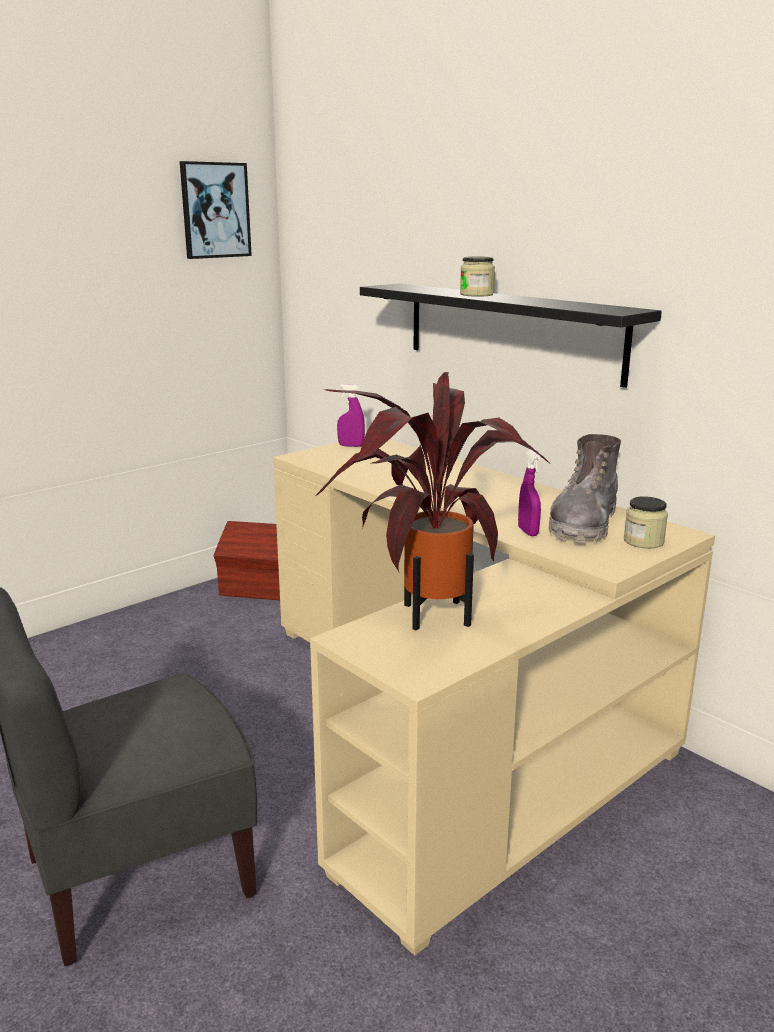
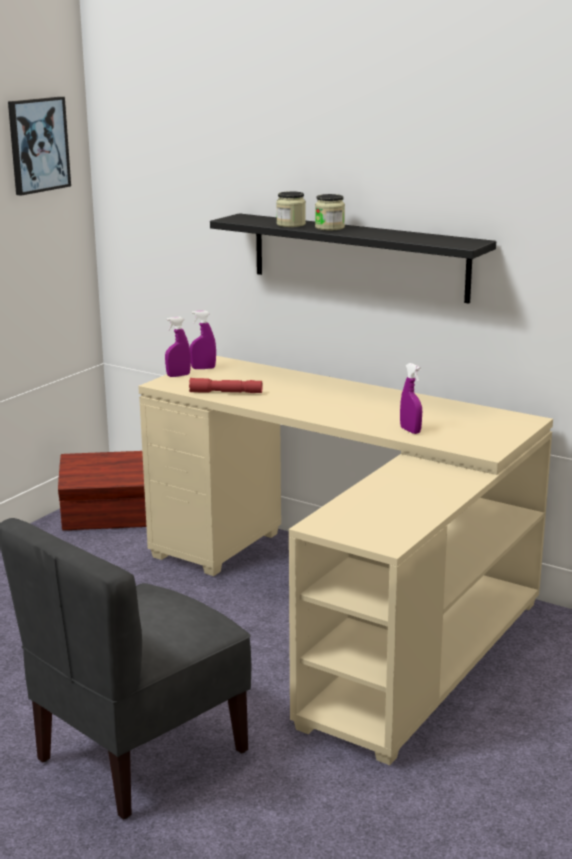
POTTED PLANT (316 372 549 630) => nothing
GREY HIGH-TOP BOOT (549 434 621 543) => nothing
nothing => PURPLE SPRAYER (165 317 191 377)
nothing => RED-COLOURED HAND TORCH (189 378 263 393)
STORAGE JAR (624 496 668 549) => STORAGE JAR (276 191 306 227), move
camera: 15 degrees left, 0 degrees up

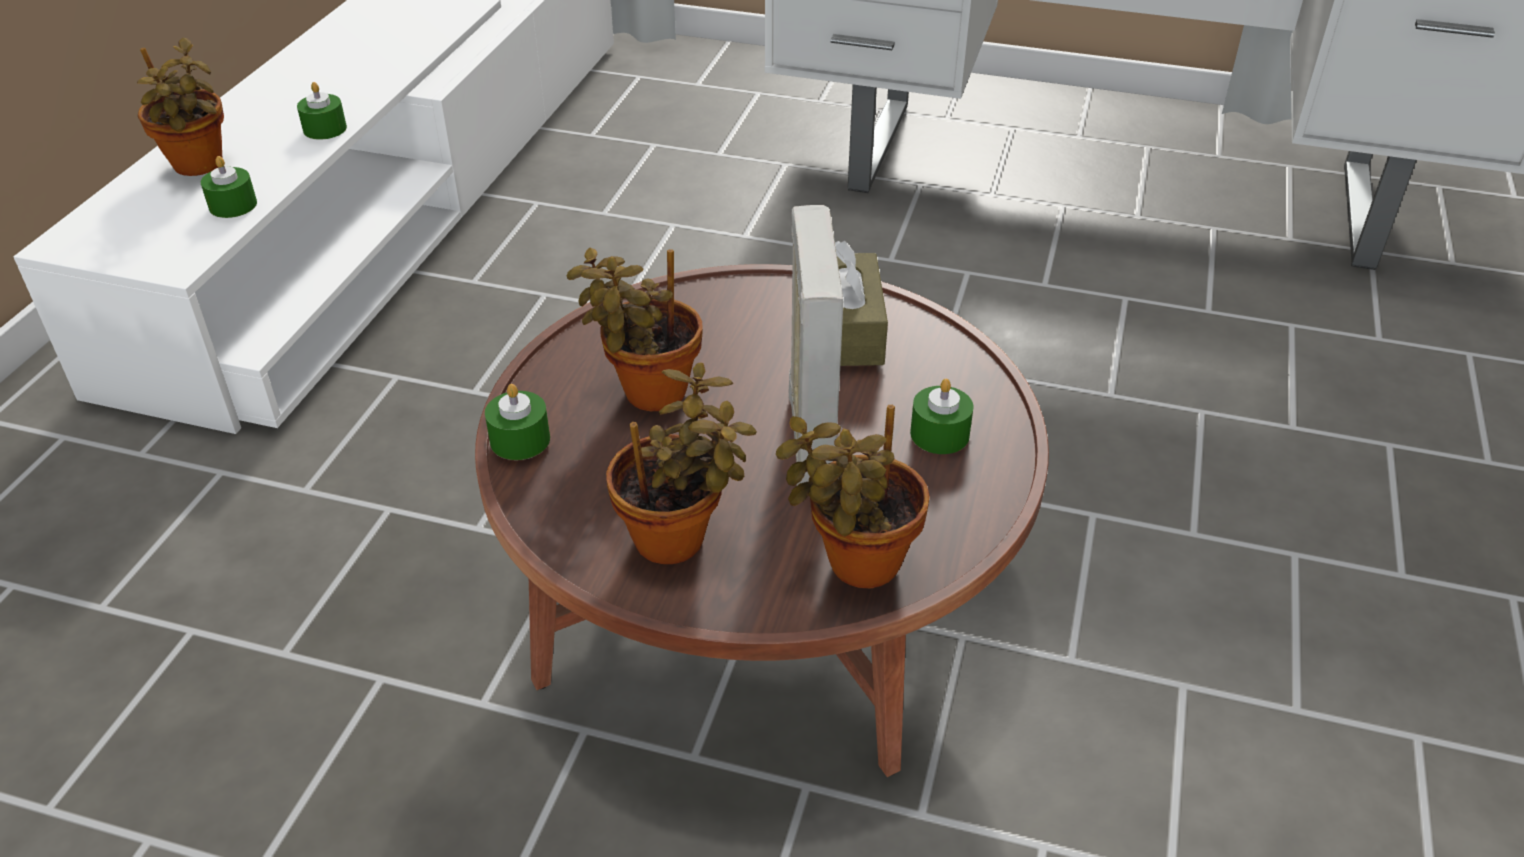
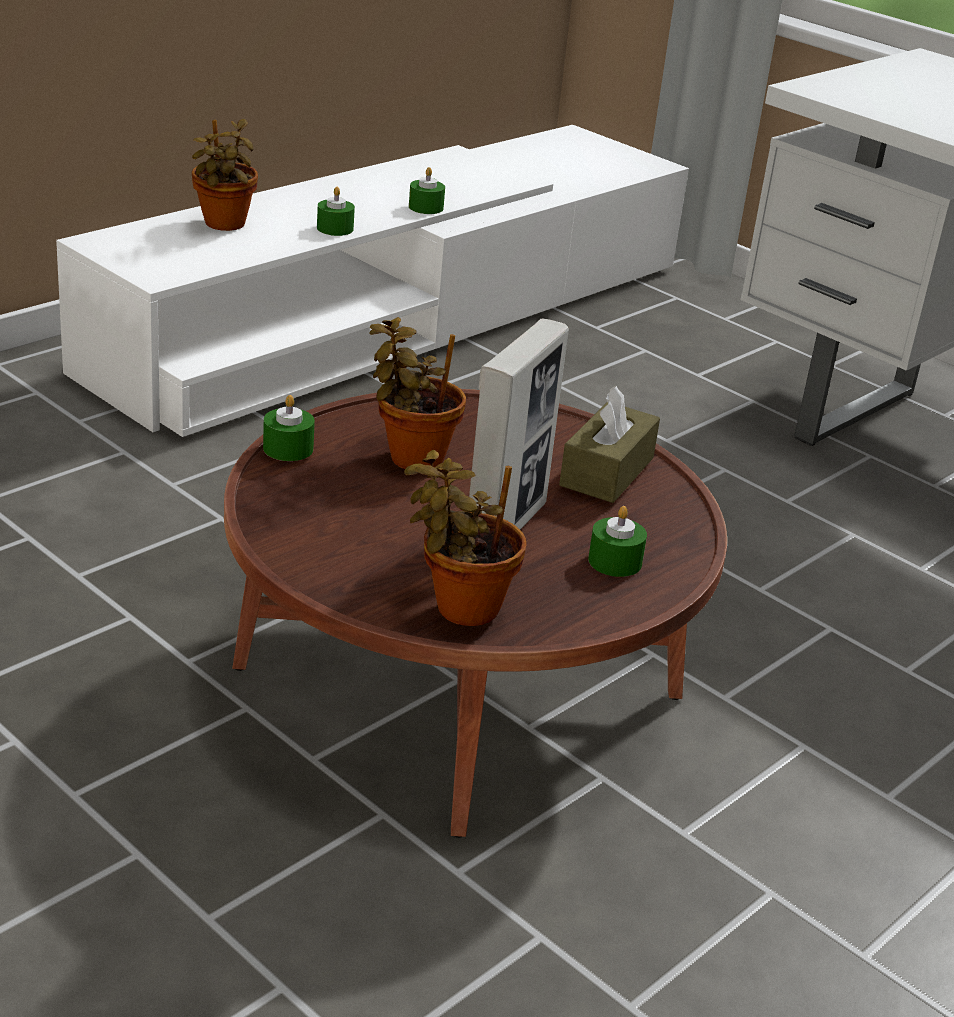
POTTED PLANT (606 362 757 564) => nothing
GREEN-COLOURED CANDLE (201 156 257 218) => GREEN-COLOURED CANDLE (409 167 445 214), move
camera: 25 degrees right, 10 degrees down

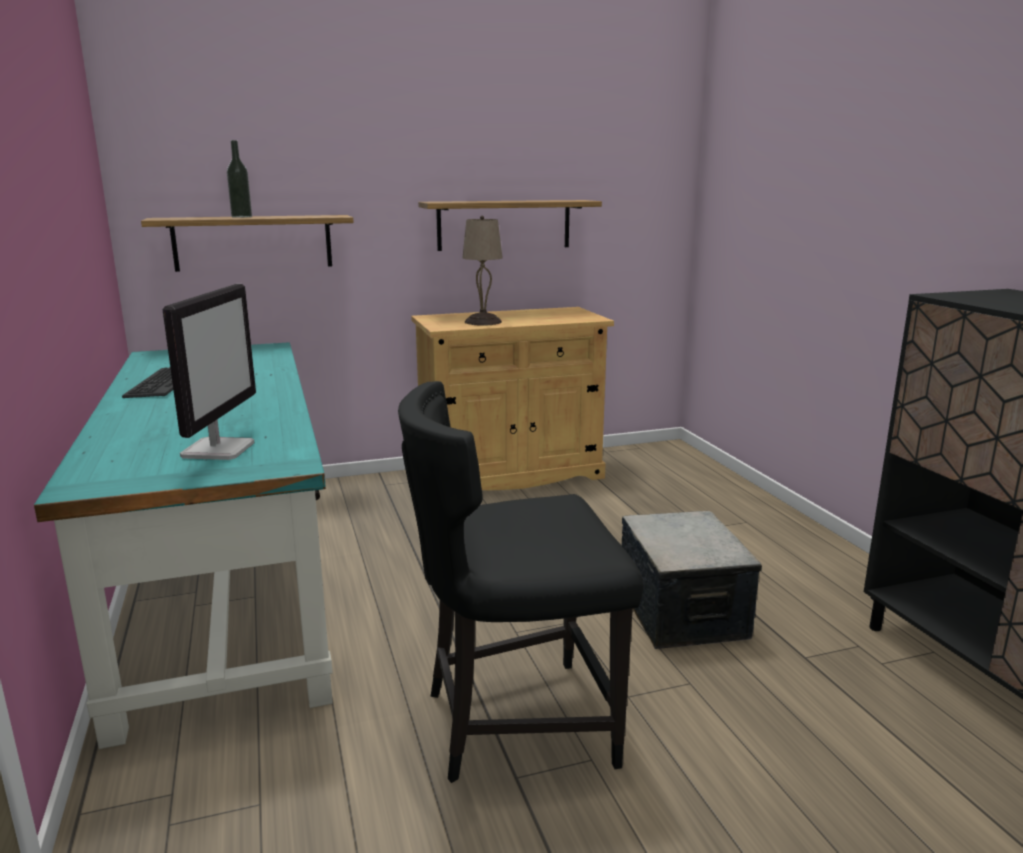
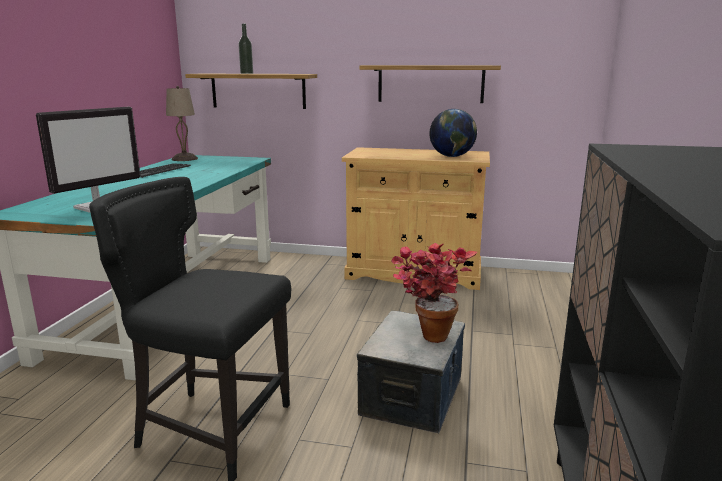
nothing => POTTED PLANT (391 243 478 343)
nothing => GLOBE (429 109 477 157)
BEIGE LAMP FOR A TABLE (462 216 503 326) => BEIGE LAMP FOR A TABLE (166 86 198 161), move
camera: 30 degrees right, 0 degrees up

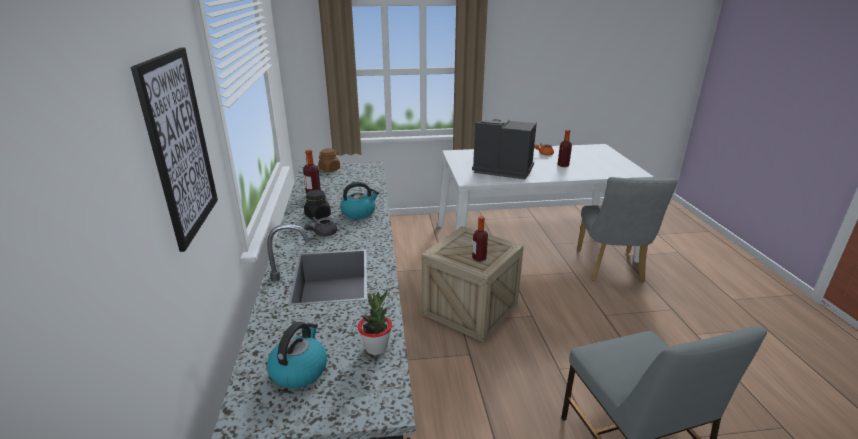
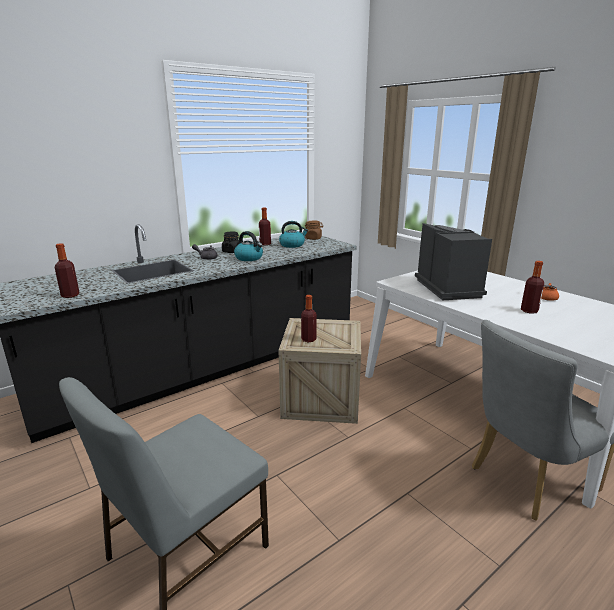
WALL ART (131 48 218 252) => nothing
WATER KETTLE (267 322 327 389) => WATER KETTLE (279 221 308 248), move
POTTED PLANT (358 290 392 355) => BOTTLE (55 243 80 298)
camera: 60 degrees right, 5 degrees down

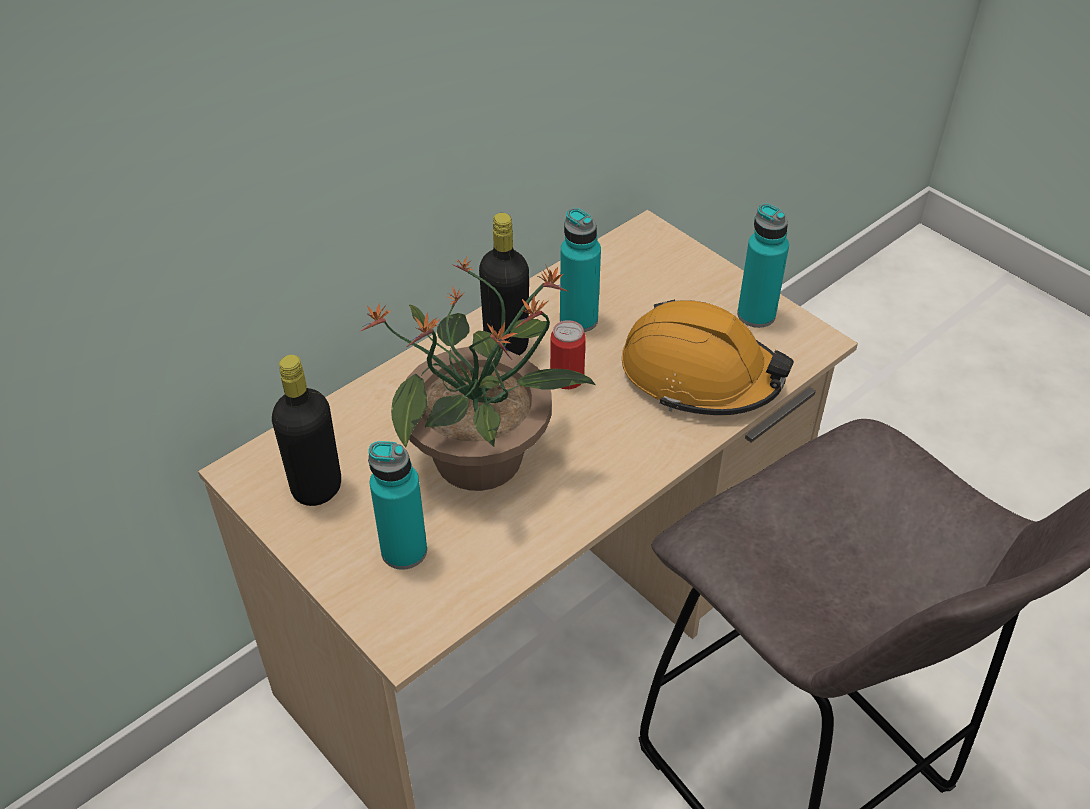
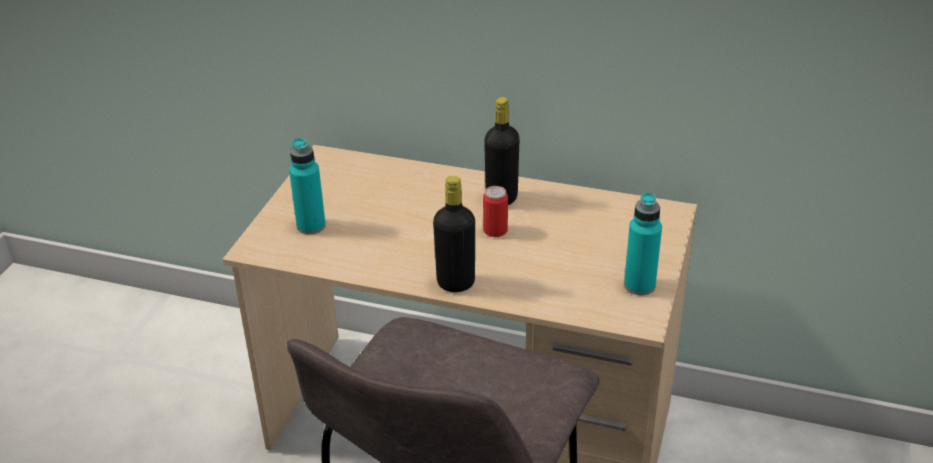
POTTED PLANT (360 257 596 491) => nothing
TURQUOISE-COLOURED BOTTLE (560 208 601 332) => nothing
ORANGE-COLOURED SAFETY HELMET (622 299 794 415) => nothing
BLACKISH BOTTLE (272 355 341 506) => BLACKISH BOTTLE (433 176 475 292), move
camera: 60 degrees right, 10 degrees down

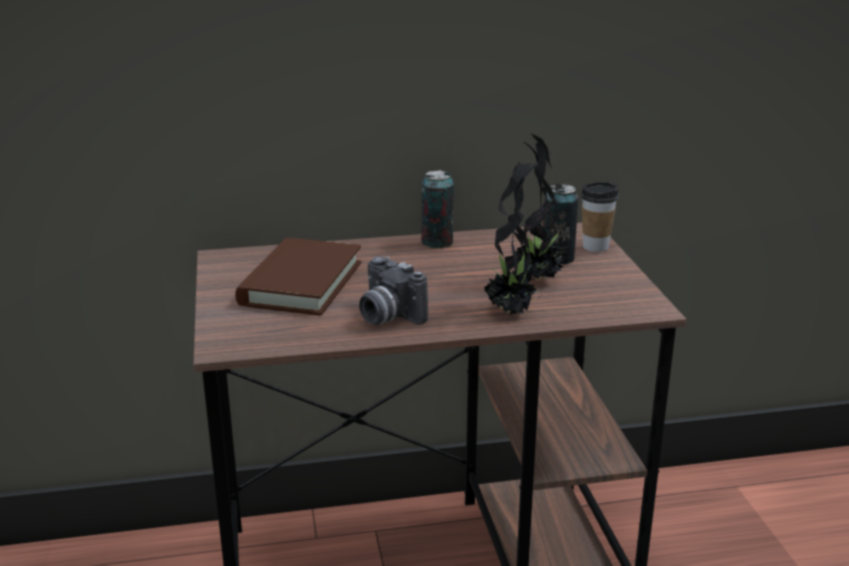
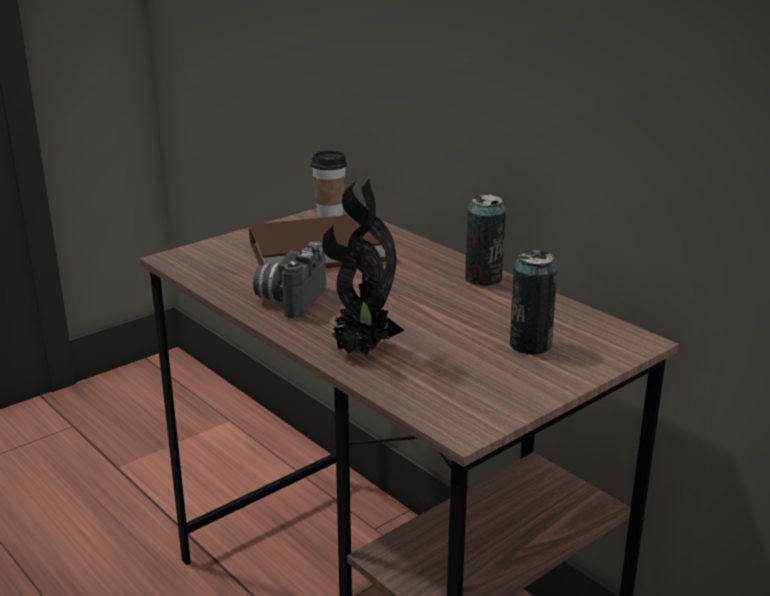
POTTED PLANT (516 133 563 281) => nothing
DRINKING CUP (581 182 619 252) => DRINKING CUP (311 150 347 218), move
camera: 60 degrees right, 0 degrees up

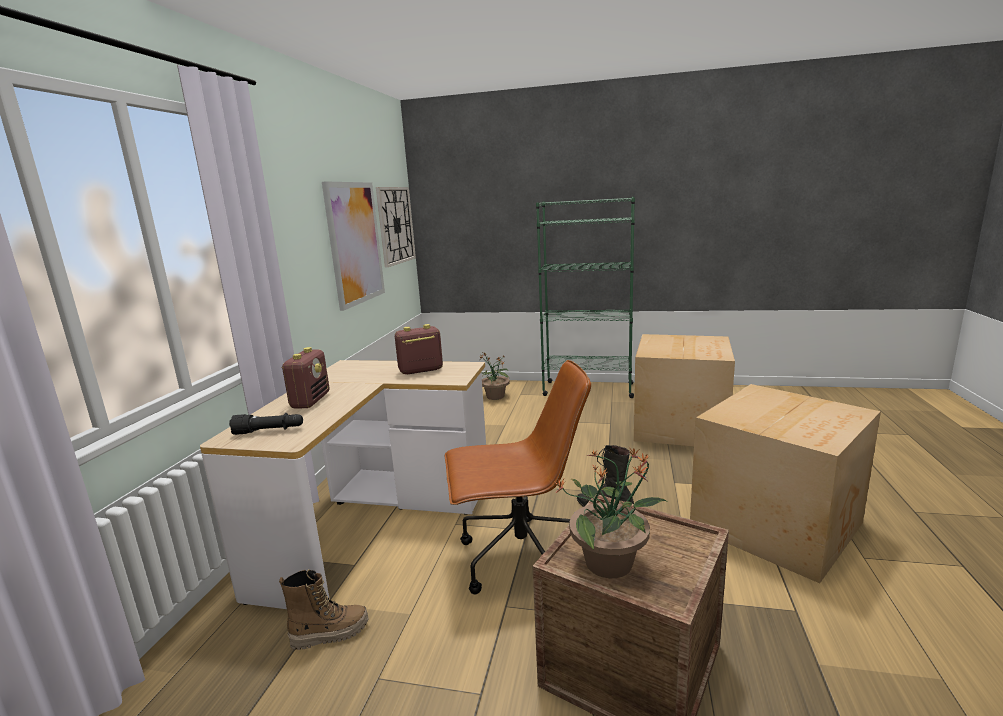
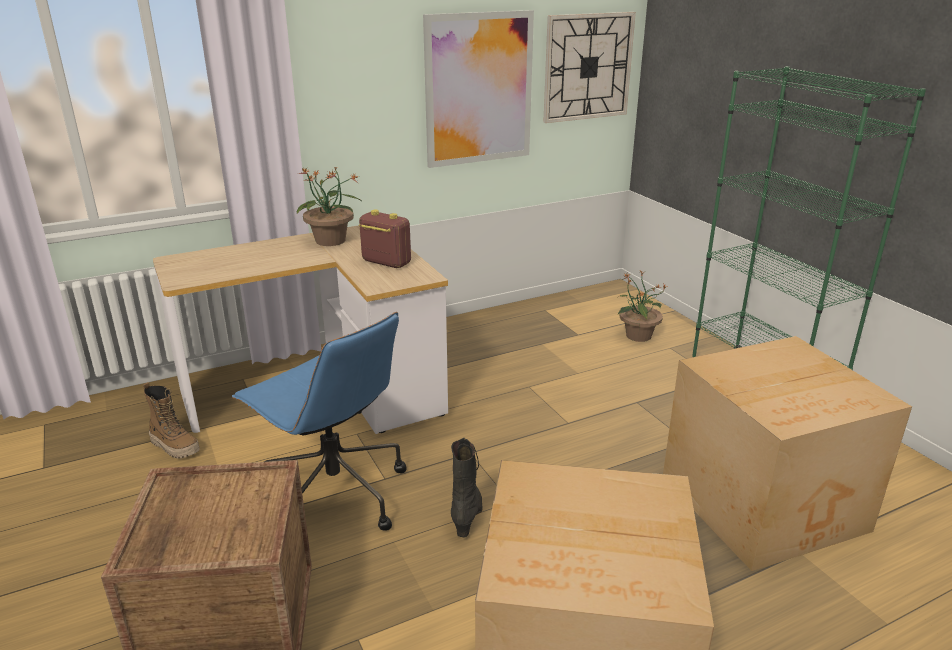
BLACKISH HAND TORCH (229 413 303 435) => nothing
RADIO RECEIVER (282 347 330 408) => nothing
POTTED PLANT (555 448 667 578) => POTTED PLANT (297 167 362 246), move
BROWNISH DESK CHAIR (445 360 591 595) => BLUISH DESK CHAIR (232 312 407 531)
camera: 50 degrees right, 10 degrees up

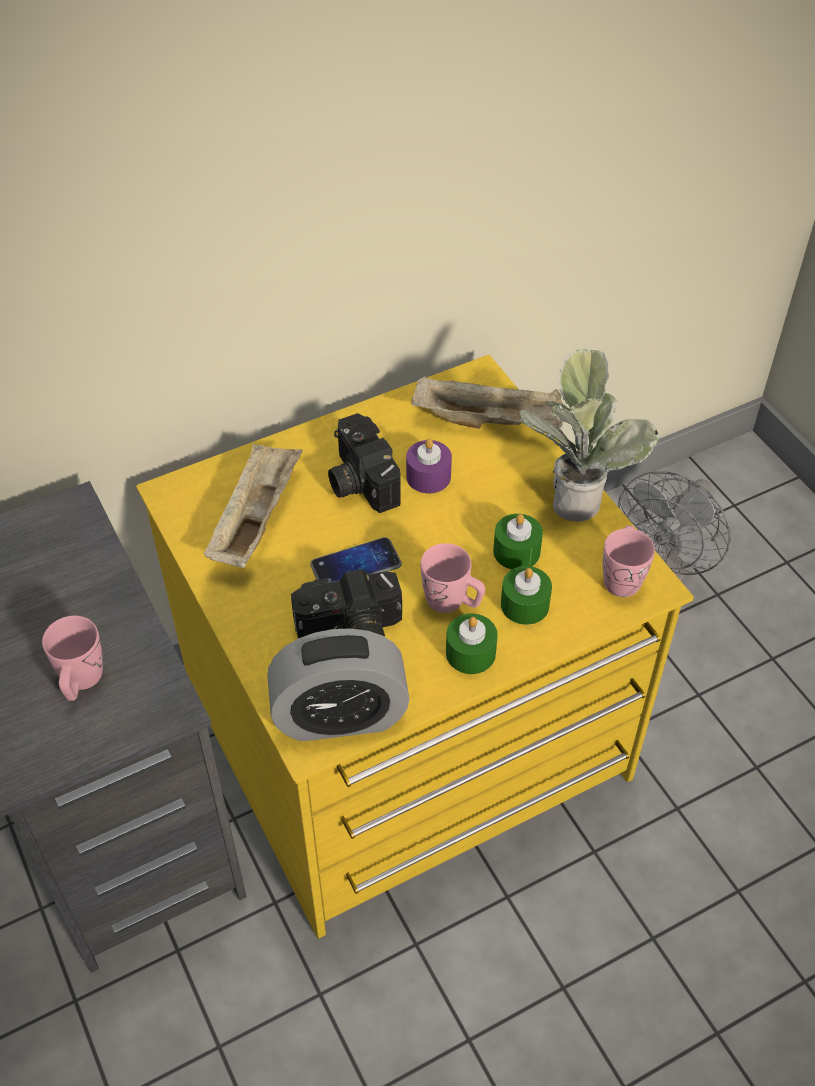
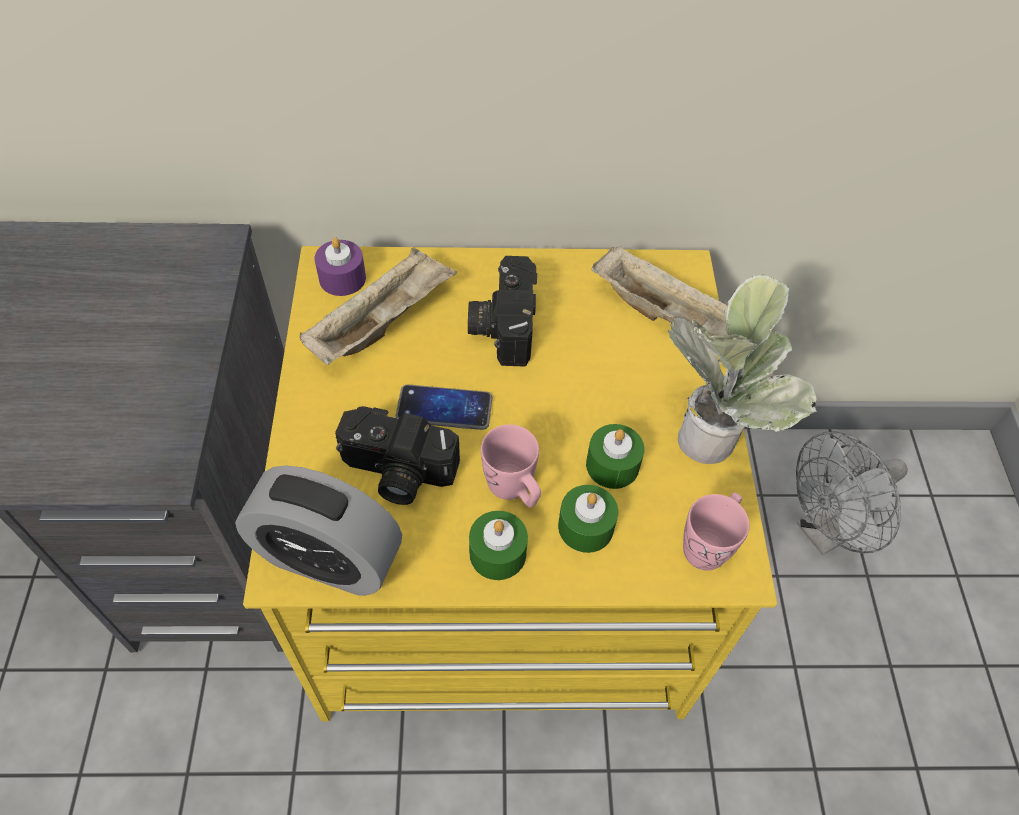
PINK-COLOURED TEA MUG (42 616 103 701) => nothing
PURPLE CANDLE (406 438 452 493) => PURPLE CANDLE (315 237 366 296), move
camera: 25 degrees right, 5 degrees up

